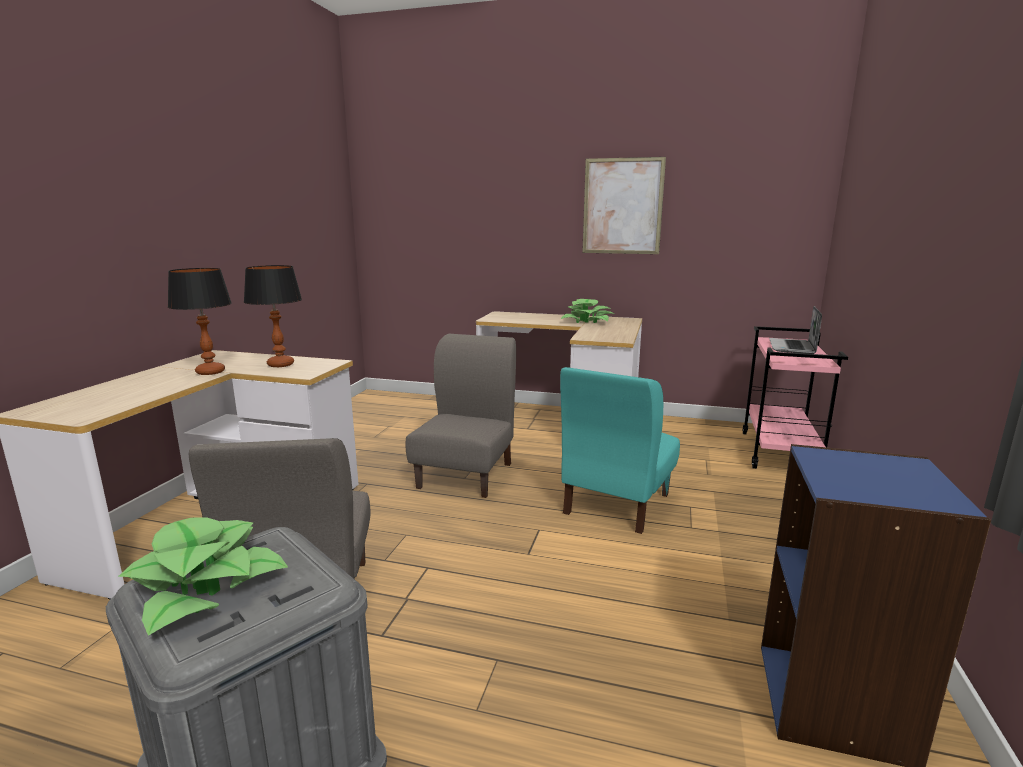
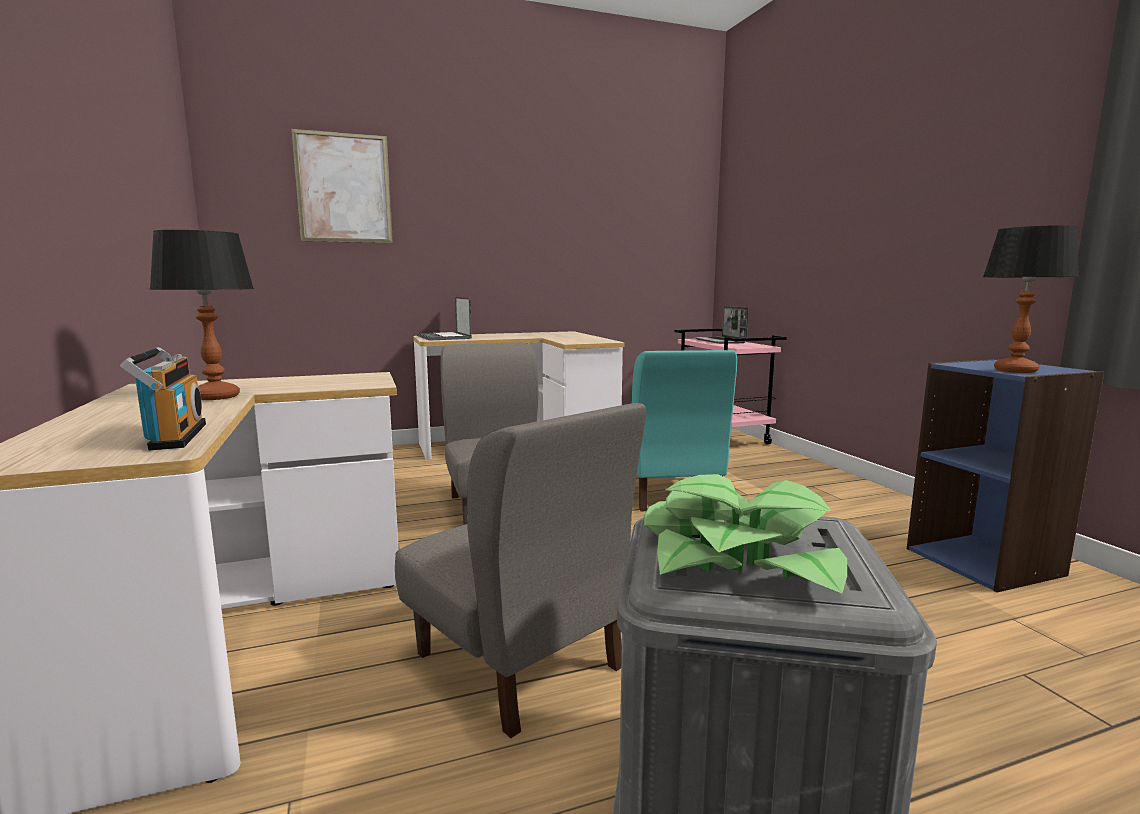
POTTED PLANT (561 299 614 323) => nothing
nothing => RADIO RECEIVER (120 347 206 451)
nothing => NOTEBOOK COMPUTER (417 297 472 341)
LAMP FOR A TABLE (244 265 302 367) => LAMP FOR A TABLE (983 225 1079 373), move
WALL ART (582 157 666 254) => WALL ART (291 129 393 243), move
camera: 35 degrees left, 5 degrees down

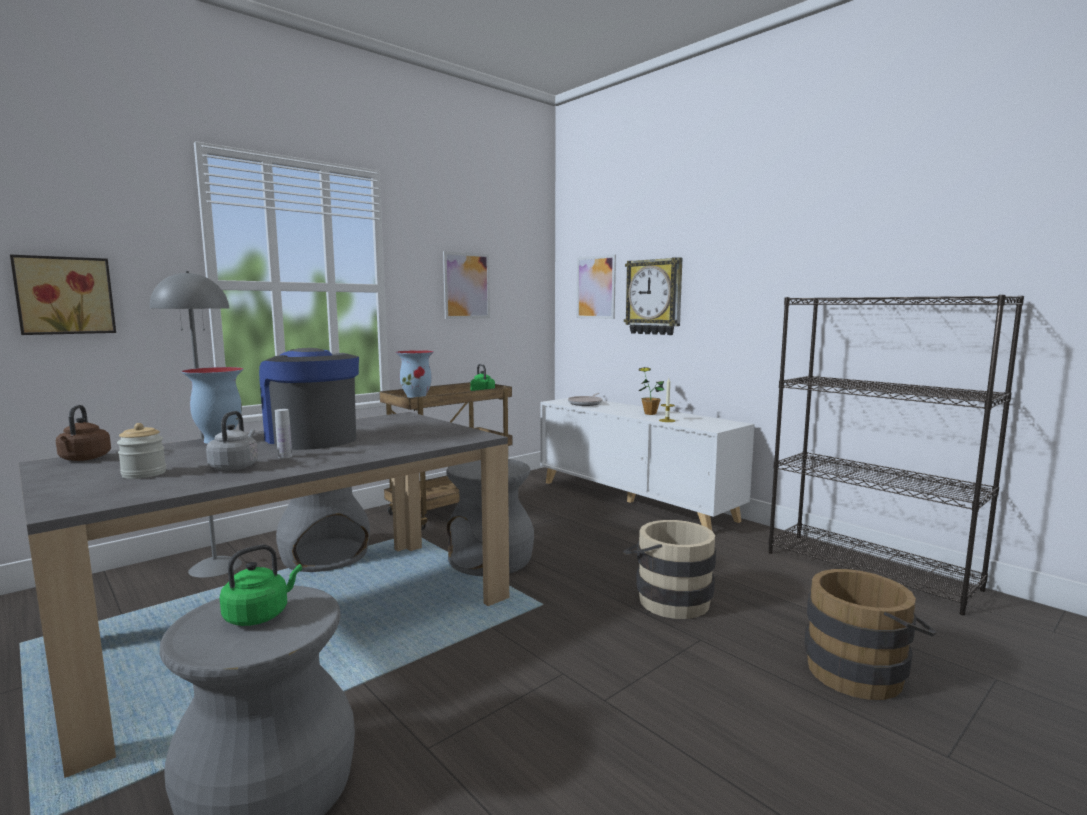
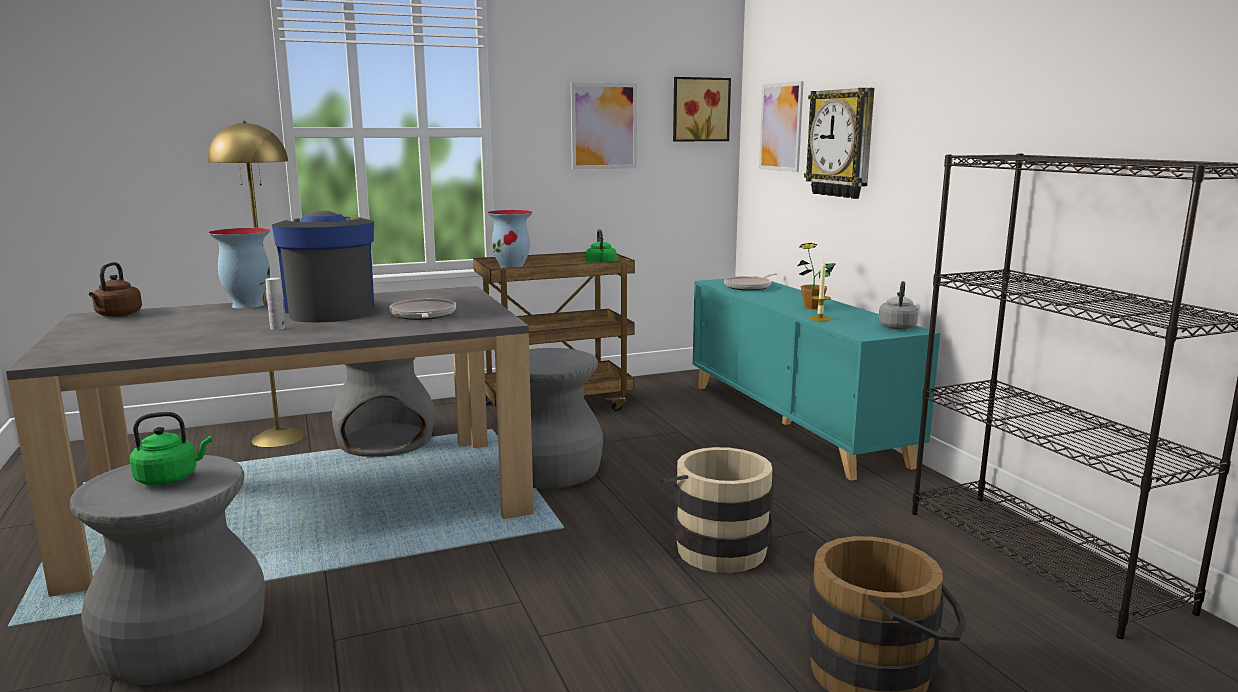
STORAGE JAR (117 423 166 479) => nothing
nothing => PAN (389 298 456 320)
WALL ART (10 255 116 335) => WALL ART (673 77 731 142), move
GREY WATER KETTLE (206 411 258 471) => GREY WATER KETTLE (878 281 919 330), move
GREY STANDARD LAMP (150 271 242 578) => YELLOW STANDARD LAMP (208 121 305 447)
WHITE STORAGE CABINET (540 398 755 530) => TURQUOISE-COLOURED STORAGE CABINET (692 276 940 481)
camera: 20 degrees right, 5 degrees up

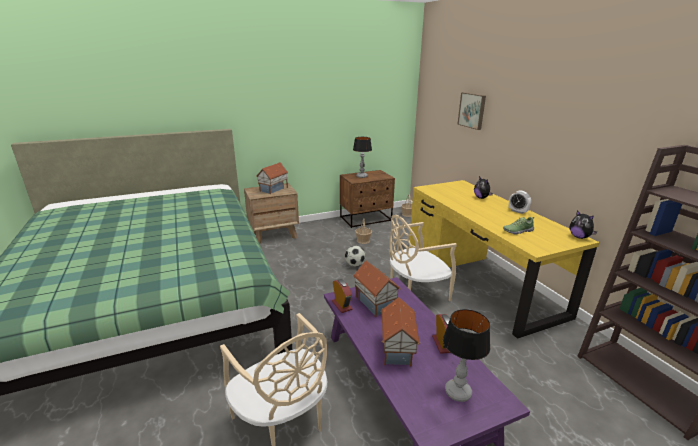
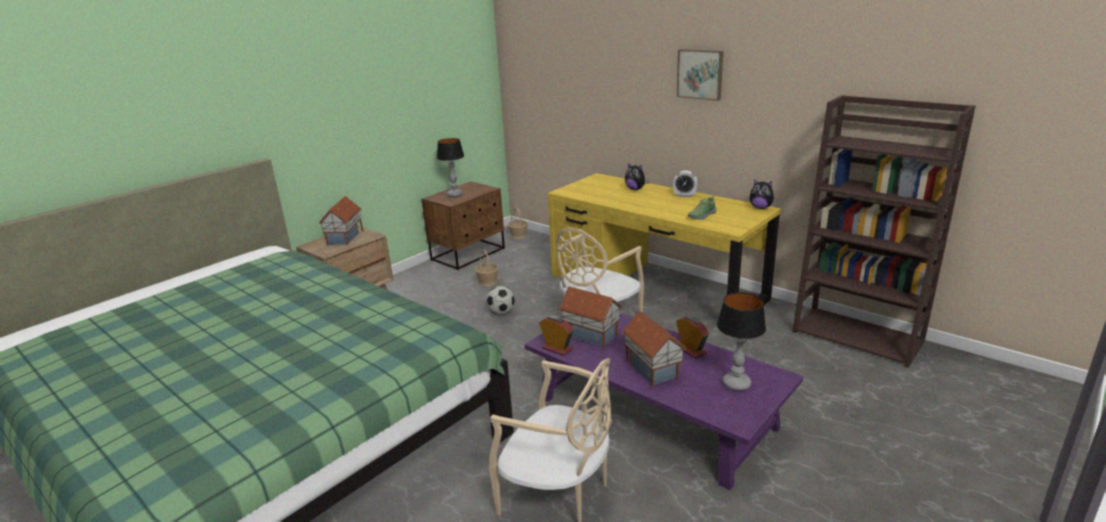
WALL ART (457 92 486 130) => WALL ART (677 49 723 101), move
camera: 25 degrees left, 0 degrees up

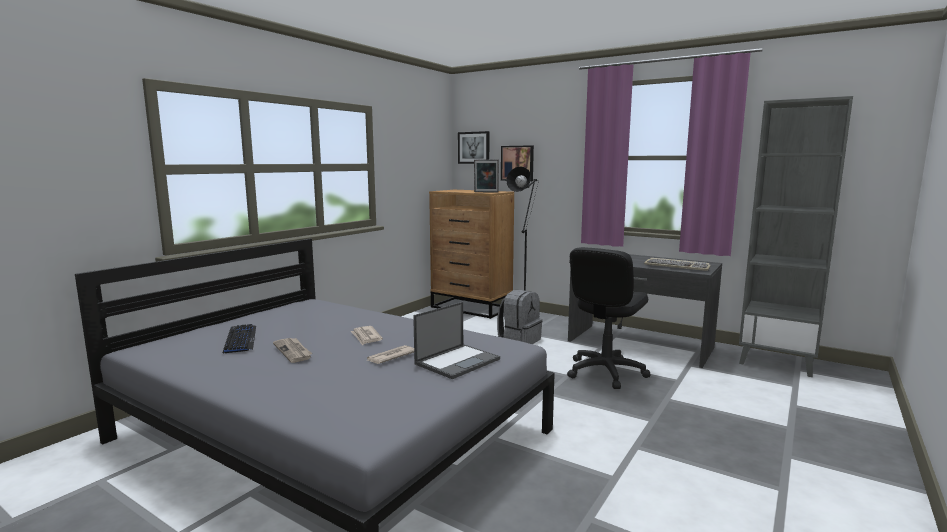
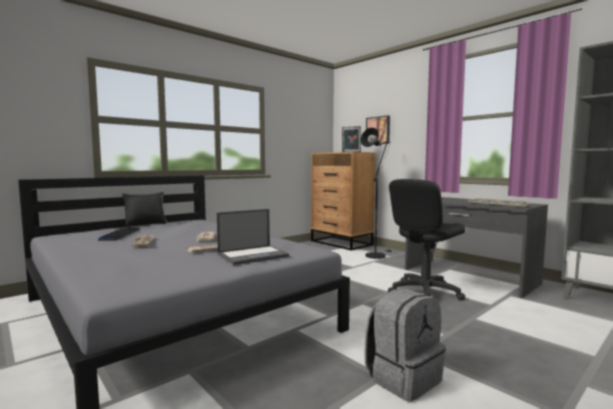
WALL ART (458 131 490 164) => nothing
nothing => BLACKISH CUSHION (122 192 167 226)
GREY RUCKSACK (497 290 543 344) => GREY RUCKSACK (364 289 446 402), move
camera: 15 degrees right, 5 degrees down

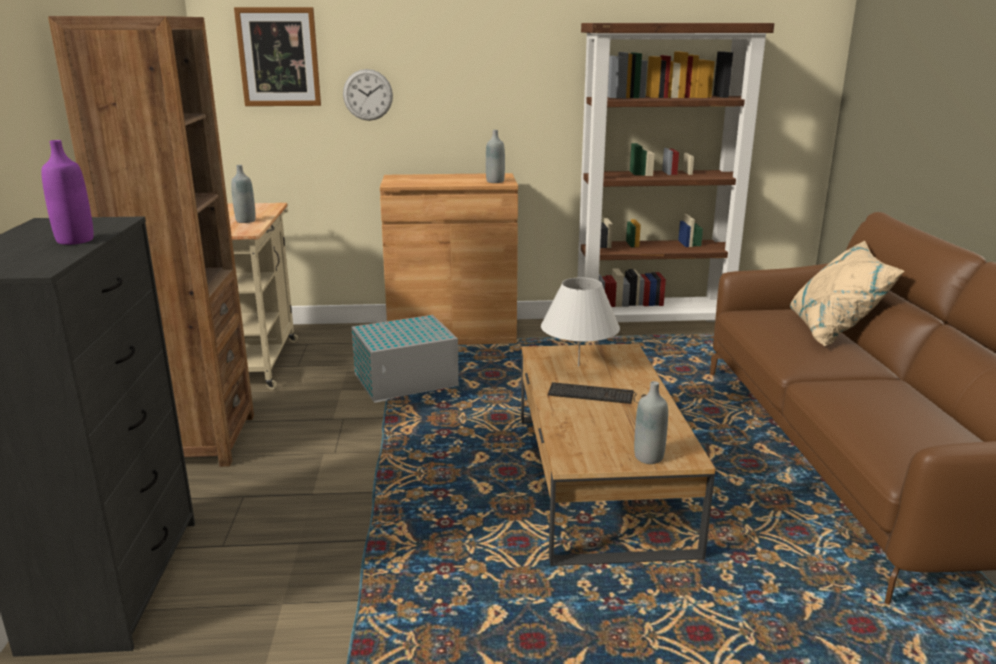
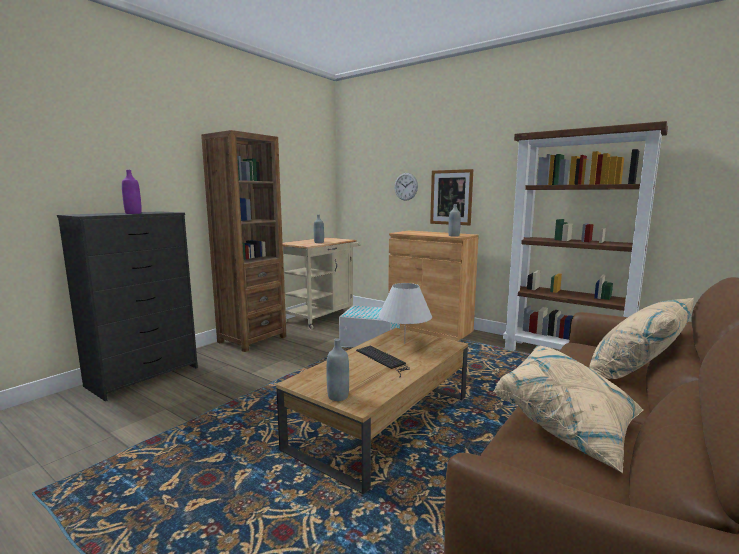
nothing => BEIGE CUSHION (493 346 644 474)
WALL ART (234 7 321 106) => WALL ART (430 169 473 225), move
camera: 40 degrees right, 10 degrees down

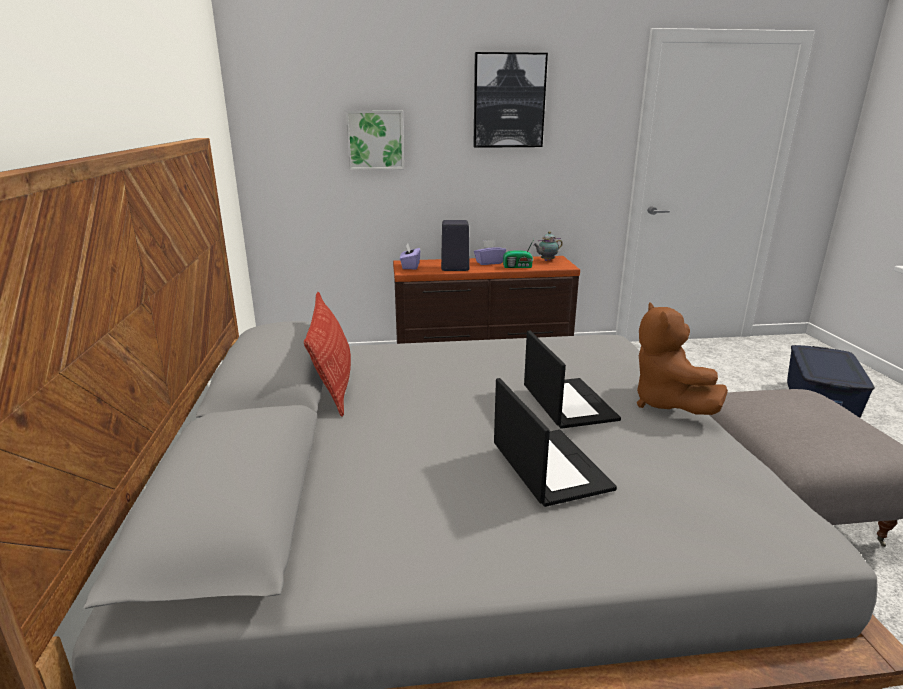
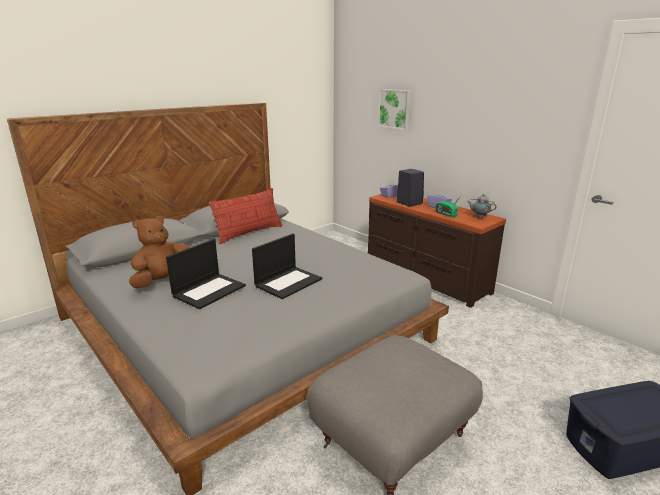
WALL ART (473 52 548 148) => nothing
BROWNISH PLUSH TOY (637 302 728 415) => BROWNISH PLUSH TOY (129 216 190 288), move
camera: 55 degrees right, 0 degrees up

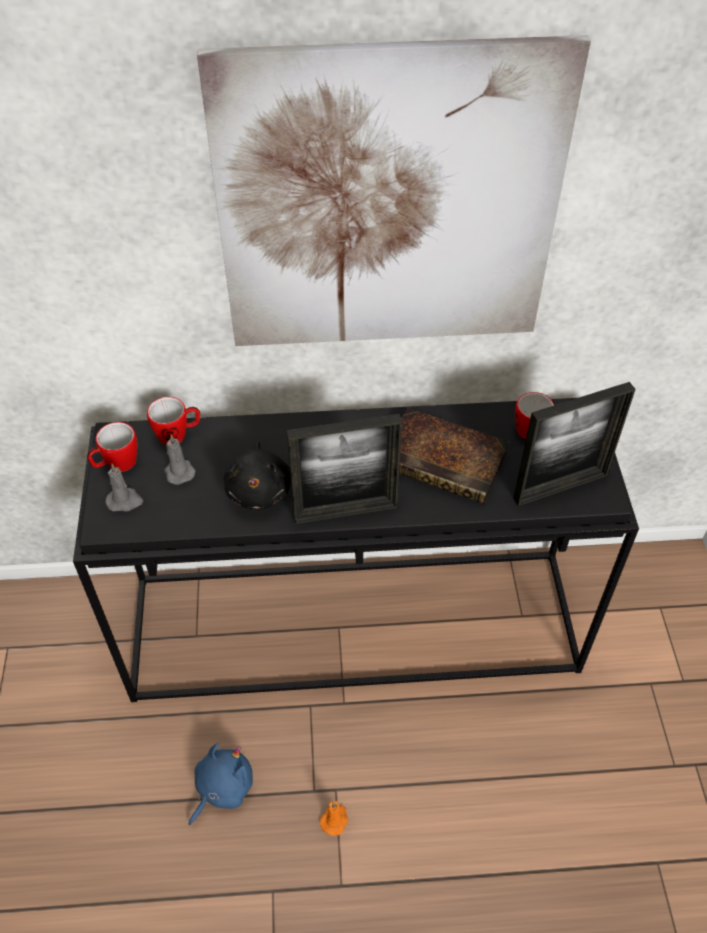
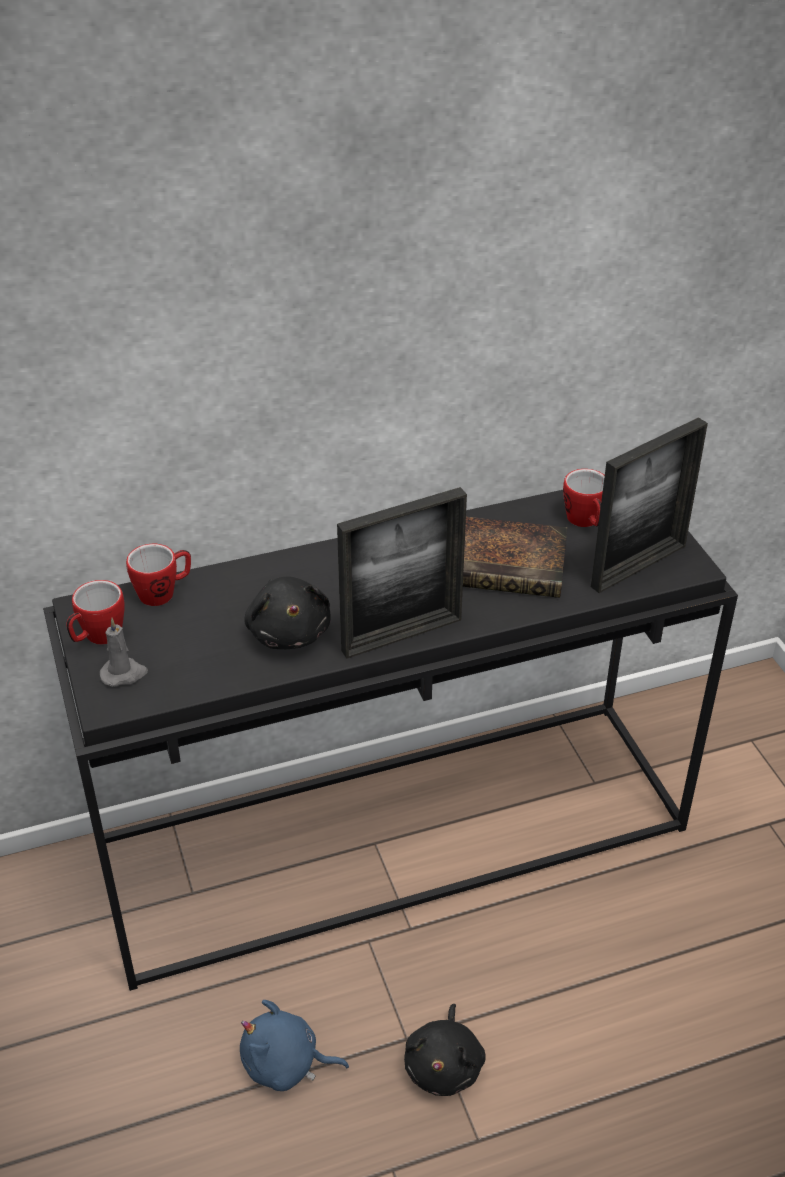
GREY CANDLE (164 435 196 485) => nothing
WALL ART (197 35 591 346) => nothing
ORANGE-COLOURED CANDLE (320 801 349 836) => BLACKISH PLUSH TOY (404 1004 486 1096)
BLUISH PLUSH TOY (189 743 253 825) => BLUISH PLUSH TOY (240 1000 349 1091), 105 degrees counterclockwise
camera: 15 degrees left, 10 degrees down

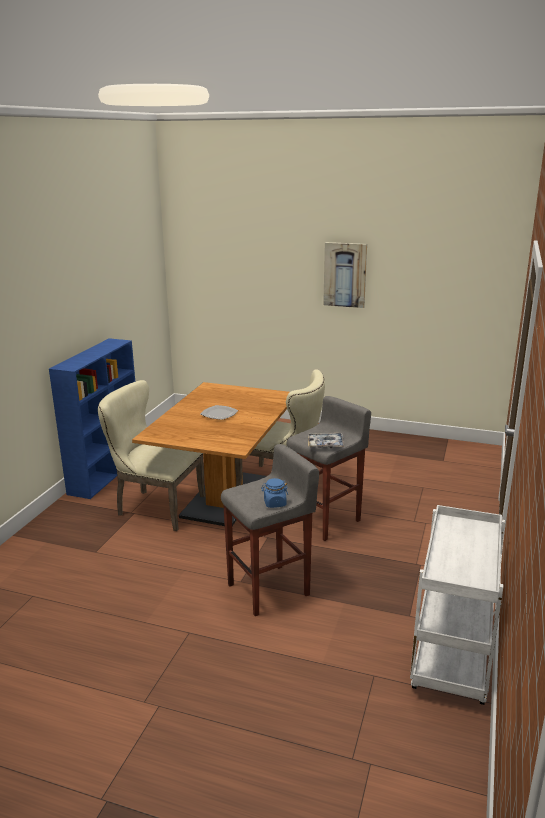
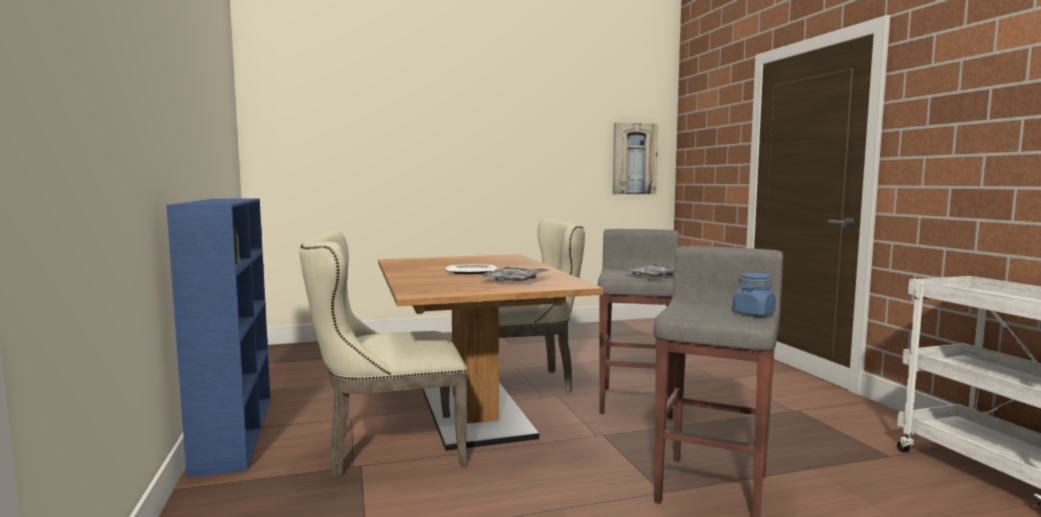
nothing => SERVING TRAY (480 267 549 281)
WALL ART (323 242 367 308) => WALL ART (613 123 658 194), move
camera: 35 degrees left, 15 degrees down

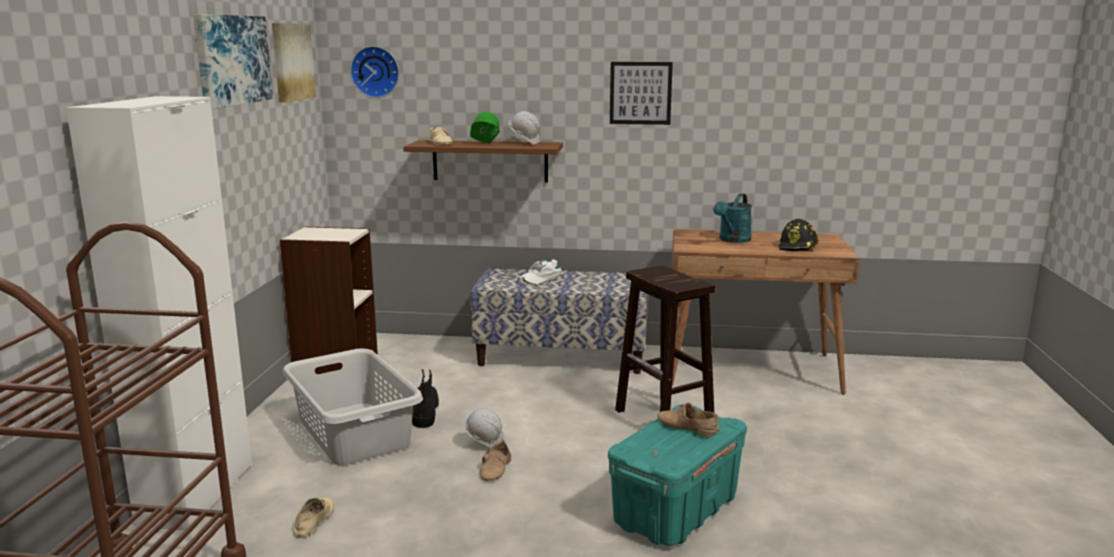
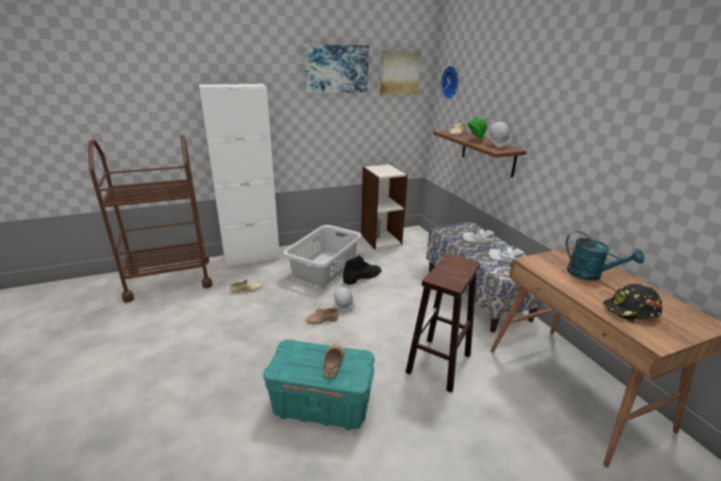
WALL ART (610 62 673 125) => nothing
nothing => WHITE BASEBALL CAP (487 245 525 263)
TURQUOISE-COLOURED SPRINKLING CAN (713 193 752 243) => TURQUOISE-COLOURED SPRINKLING CAN (566 231 645 281), 135 degrees counterclockwise
camera: 60 degrees right, 10 degrees up

